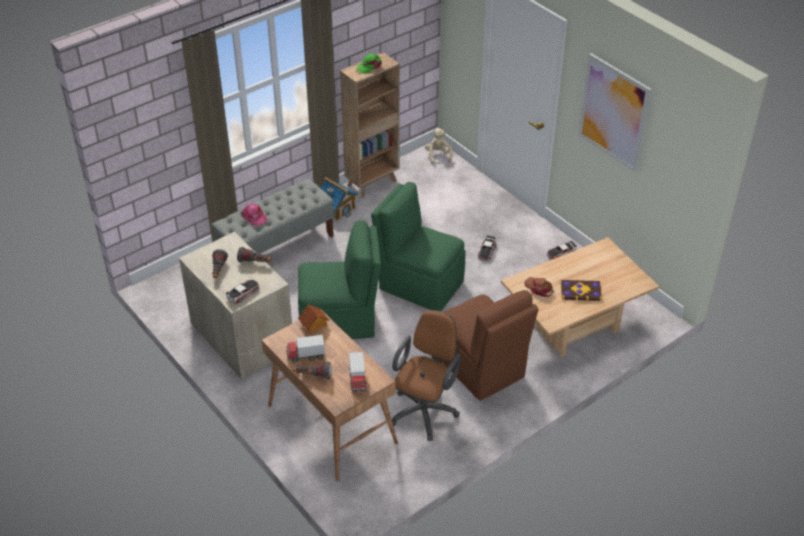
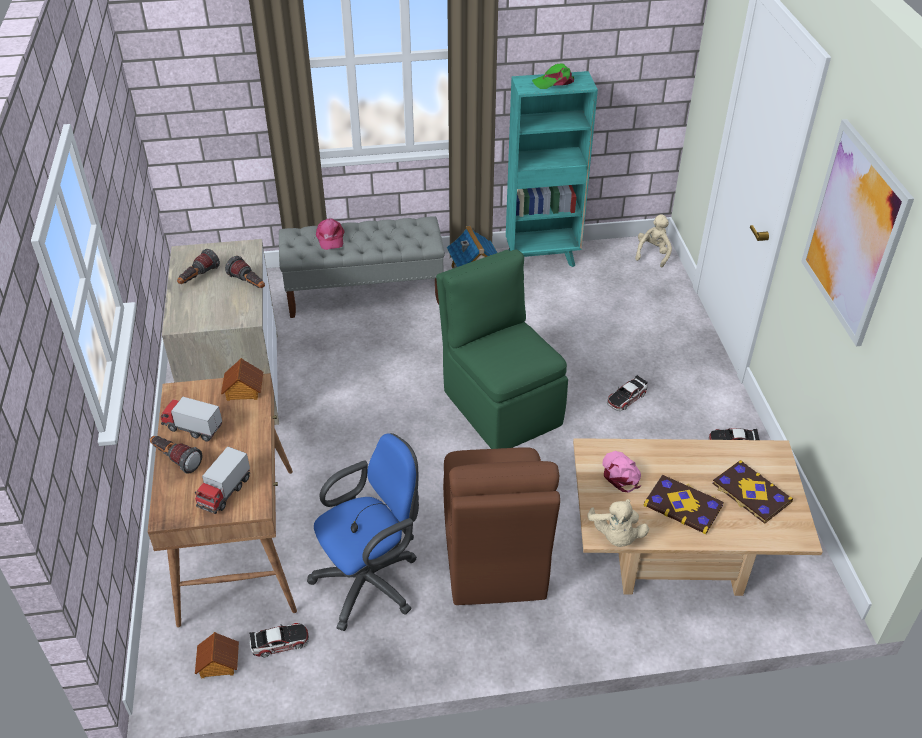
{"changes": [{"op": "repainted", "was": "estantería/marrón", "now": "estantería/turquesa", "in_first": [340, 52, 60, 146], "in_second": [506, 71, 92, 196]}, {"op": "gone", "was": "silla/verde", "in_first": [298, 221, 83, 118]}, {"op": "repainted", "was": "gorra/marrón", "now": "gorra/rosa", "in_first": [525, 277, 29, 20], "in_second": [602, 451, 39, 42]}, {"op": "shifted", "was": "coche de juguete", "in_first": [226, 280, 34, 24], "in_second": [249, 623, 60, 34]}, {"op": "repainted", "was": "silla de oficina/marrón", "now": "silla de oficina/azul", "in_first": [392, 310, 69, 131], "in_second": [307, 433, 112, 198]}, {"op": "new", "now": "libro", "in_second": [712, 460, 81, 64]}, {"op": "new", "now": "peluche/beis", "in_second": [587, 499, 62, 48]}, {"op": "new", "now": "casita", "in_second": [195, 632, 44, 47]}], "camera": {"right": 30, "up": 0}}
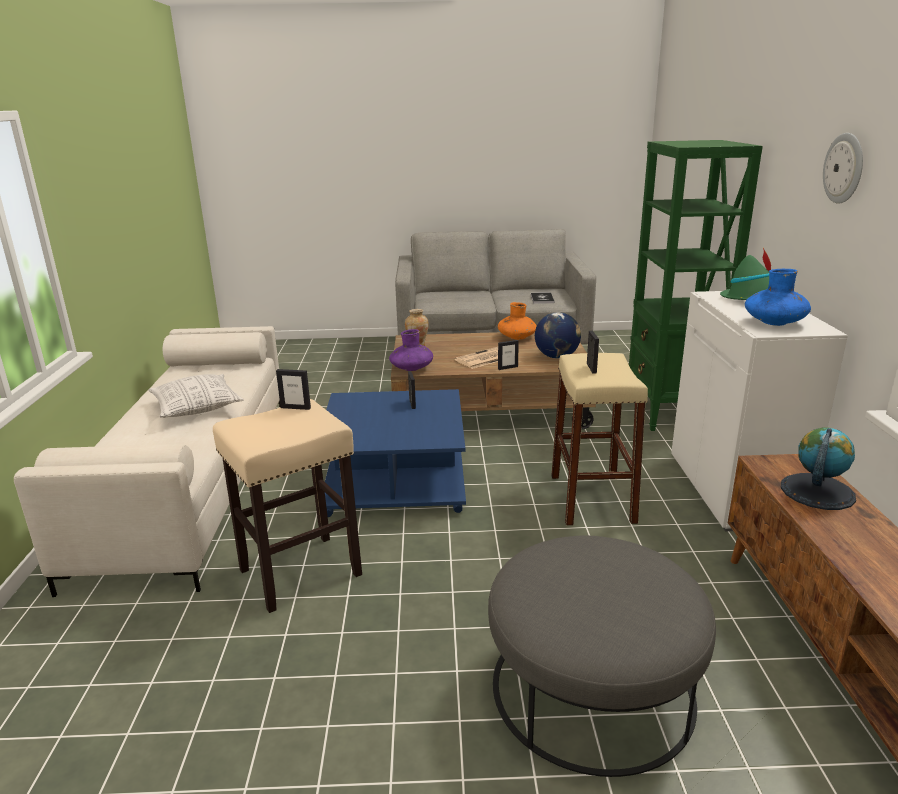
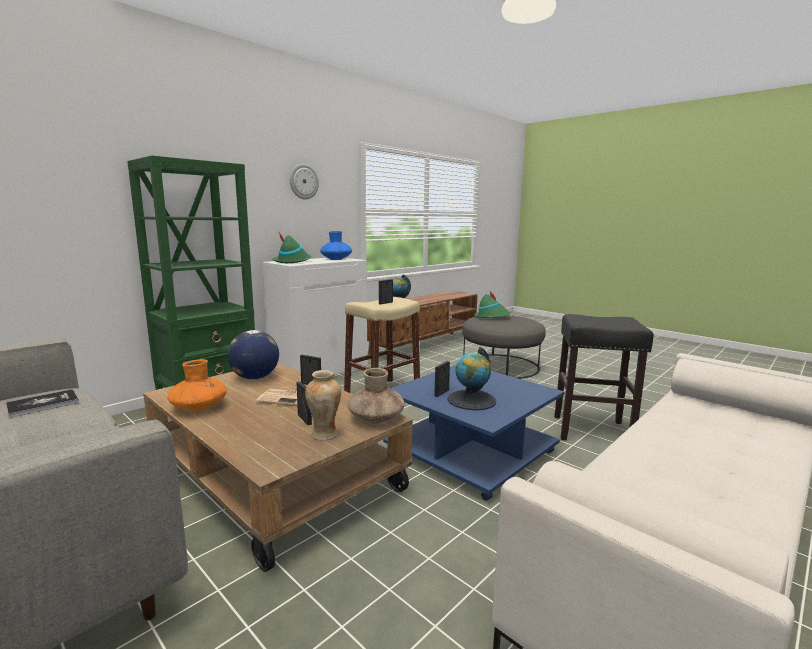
{"changes": [{"op": "repainted", "was": "florero/morado", "now": "florero/marrón", "in_first": [389, 329, 44, 42], "in_second": [348, 368, 57, 55]}, {"op": "shifted", "was": "portarretratos", "in_first": [276, 369, 35, 41], "in_second": [297, 382, 15, 43]}, {"op": "gone", "was": "cojín", "in_first": [148, 374, 96, 44]}, {"op": "repainted", "was": "taburete/beis", "now": "taburete/negro", "in_first": [213, 399, 149, 214], "in_second": [554, 314, 100, 126]}, {"op": "new", "now": "sombrero/verde", "in_second": [474, 291, 38, 27]}, {"op": "new", "now": "globo terráqueo", "in_second": [447, 347, 49, 63]}], "camera": {"right": -135, "up": -10}}
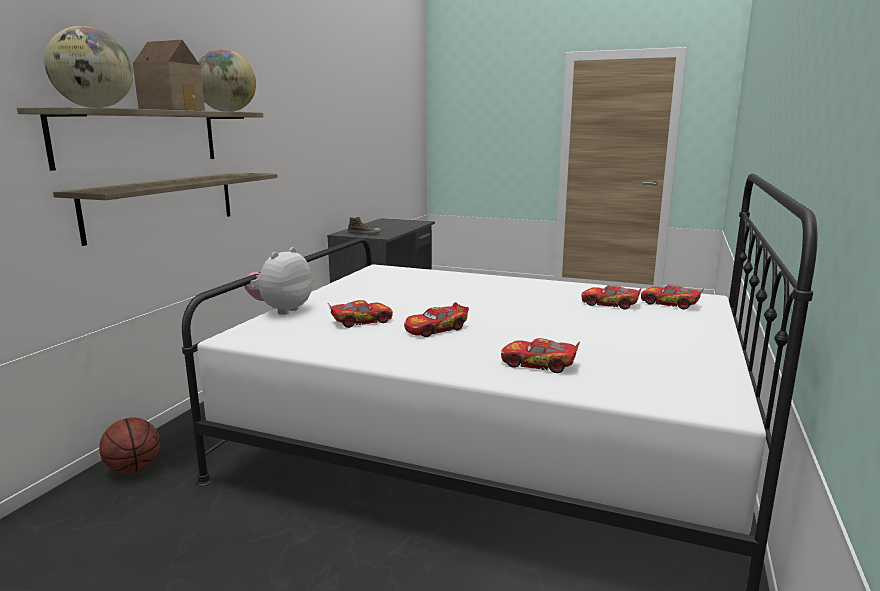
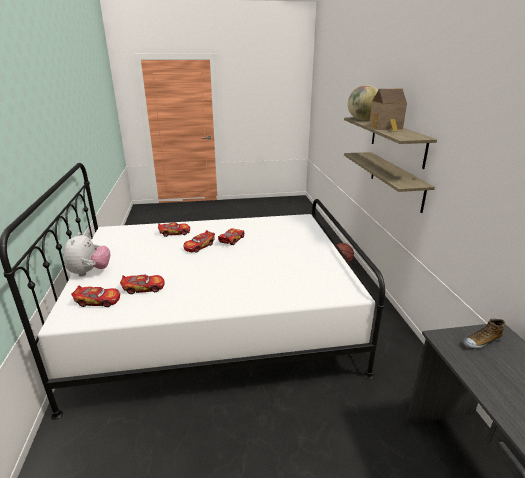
{"changes": [{"op": "gone", "was": "globo terráqueo", "in_first": [198, 49, 58, 63]}, {"op": "shifted", "was": "peluche", "in_first": [244, 247, 68, 68], "in_second": [64, 232, 46, 45]}, {"op": "shifted", "was": "coche de juguete", "in_first": [328, 300, 65, 28], "in_second": [184, 230, 31, 23]}], "camera": {"right": 150, "up": 10}}
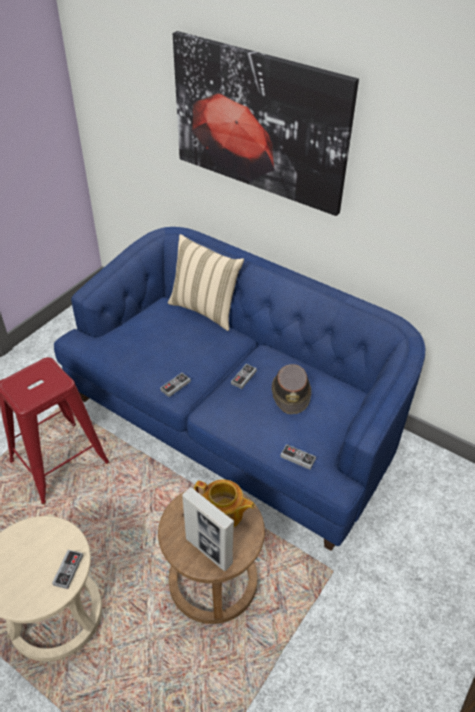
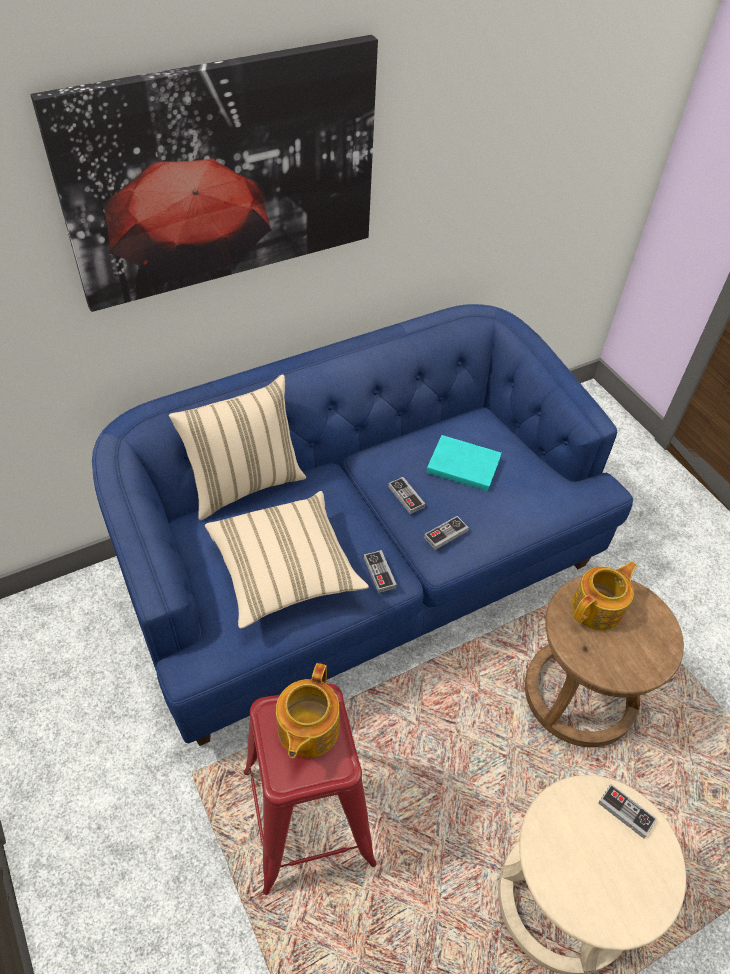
{"changes": [{"op": "swapped", "was": "sombrero/marrón", "now": "libro/turquesa", "in_first": [272, 364, 39, 50], "in_second": [426, 435, 76, 56]}, {"op": "shifted", "was": "mando de consola", "in_first": [280, 444, 36, 26], "in_second": [424, 516, 45, 34]}, {"op": "gone", "was": "portarretratos", "in_first": [182, 487, 52, 84]}, {"op": "new", "now": "cojín/beis", "in_second": [205, 491, 164, 138]}, {"op": "new", "now": "tetera", "in_second": [276, 663, 64, 95]}], "camera": {"right": -65, "up": 5}}
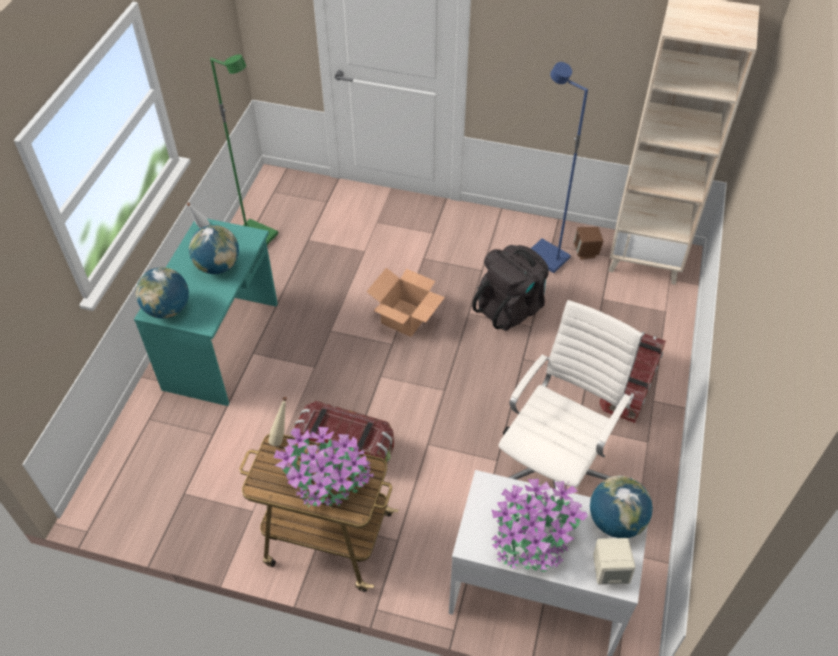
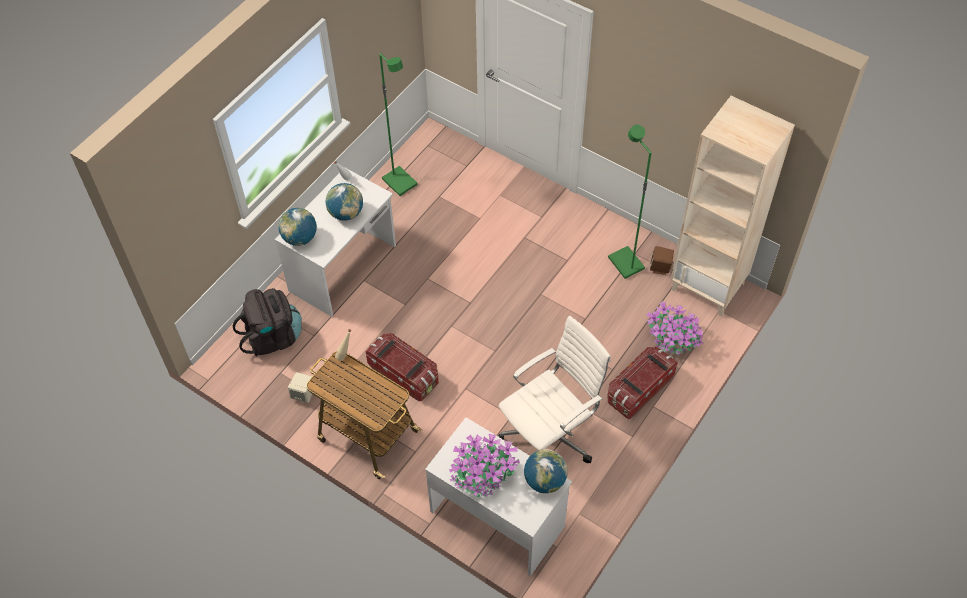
{"changes": [{"op": "repainted", "was": "lámpara de pie/azul", "now": "lámpara de pie/verde", "in_first": [531, 62, 57, 211], "in_second": [608, 125, 44, 154]}, {"op": "repainted", "was": "escritorio/turquesa", "now": "escritorio/blanco", "in_first": [134, 219, 144, 187], "in_second": [275, 168, 121, 149]}, {"op": "shifted", "was": "mochila/negro", "in_first": [472, 245, 77, 86], "in_second": [233, 288, 69, 68]}, {"op": "gone", "was": "caja de cartón", "in_first": [366, 268, 79, 69]}, {"op": "shifted", "was": "planta en maceta", "in_first": [274, 427, 100, 80], "in_second": [646, 301, 58, 54]}, {"op": "shifted", "was": "altavoz/beis", "in_first": [593, 538, 42, 47], "in_second": [288, 372, 26, 31]}], "camera": {"right": 20, "up": 5}}
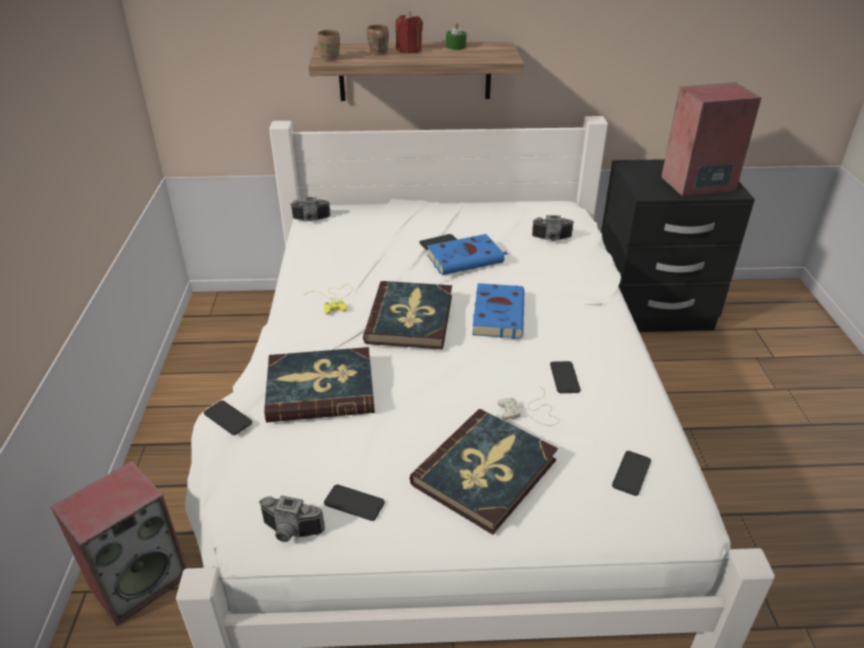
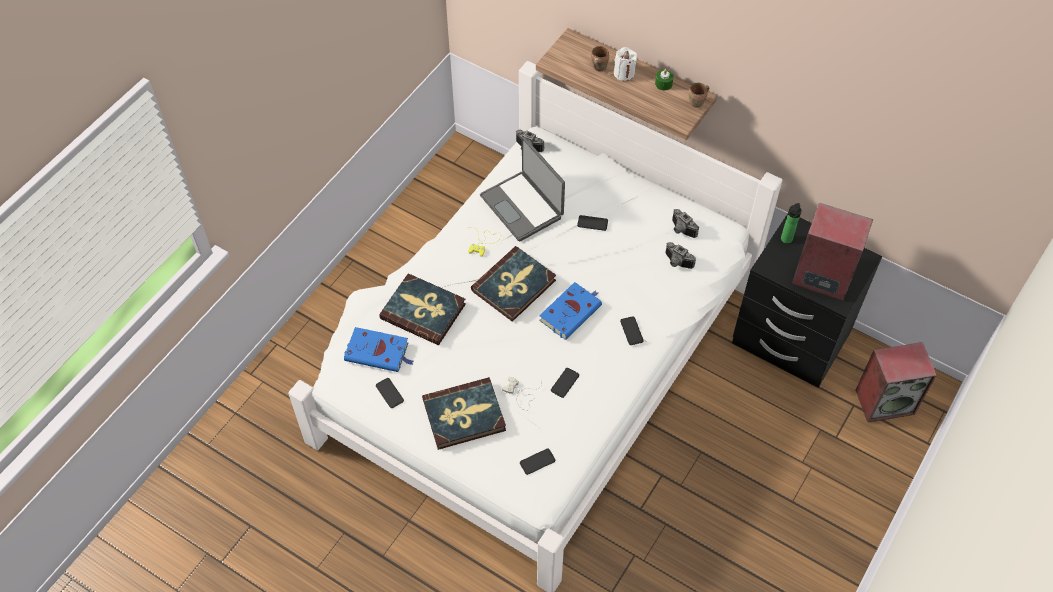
{"changes": [{"op": "repainted", "was": "vela/rojo", "now": "vela/blanco", "in_first": [396, 11, 27, 43], "in_second": [614, 47, 23, 34]}, {"op": "shifted", "was": "taza grande/marrón", "in_first": [317, 30, 23, 31], "in_second": [688, 82, 21, 26]}, {"op": "shifted", "was": "libro/azul", "in_first": [427, 234, 81, 41], "in_second": [344, 327, 70, 45]}, {"op": "shifted", "was": "móvil", "in_first": [204, 400, 48, 35], "in_second": [620, 316, 24, 29]}, {"op": "shifted", "was": "altavoz", "in_first": [51, 461, 136, 165], "in_second": [855, 342, 82, 80]}, {"op": "shifted", "was": "cámara", "in_first": [259, 495, 66, 47], "in_second": [672, 209, 27, 29]}, {"op": "new", "now": "portátil", "in_second": [480, 137, 85, 105]}, {"op": "new", "now": "botella", "in_second": [781, 203, 21, 41]}], "camera": {"right": 35, "up": 20}}
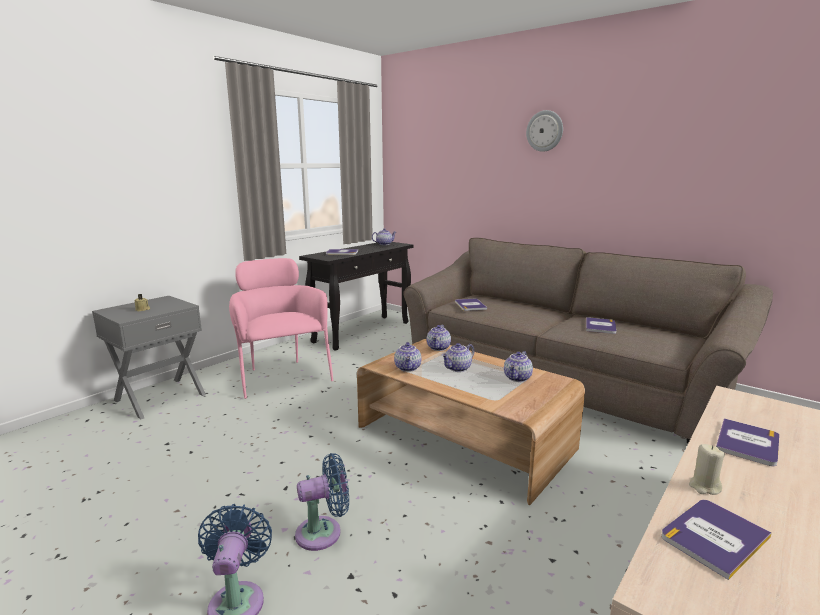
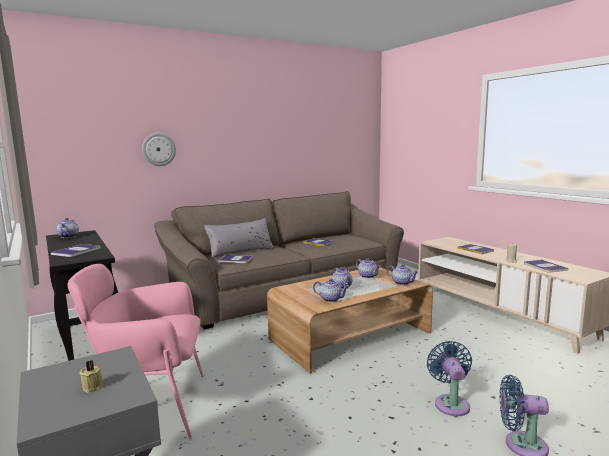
{"changes": [{"op": "shifted", "was": "reloj de pared", "in_first": [526, 110, 37, 42], "in_second": [142, 133, 34, 33]}, {"op": "shifted", "was": "tetera", "in_first": [427, 325, 24, 26], "in_second": [387, 264, 31, 21]}, {"op": "new", "now": "cojín/gris", "in_second": [204, 218, 70, 40]}], "camera": {"right": -70, "up": -5}}
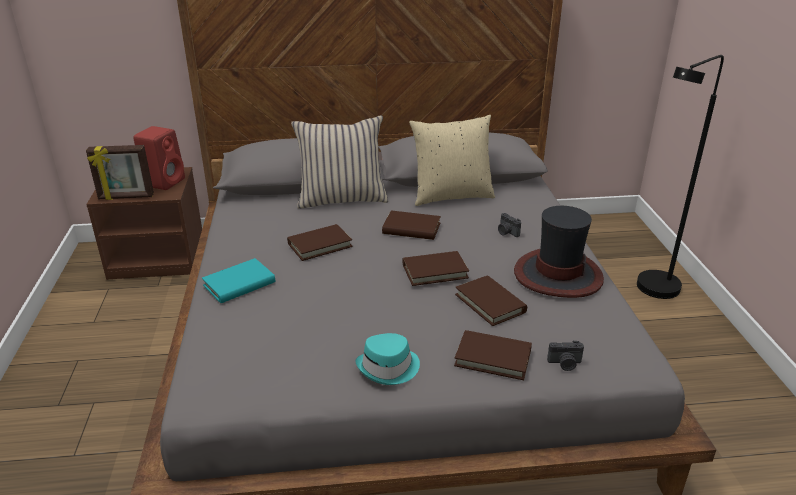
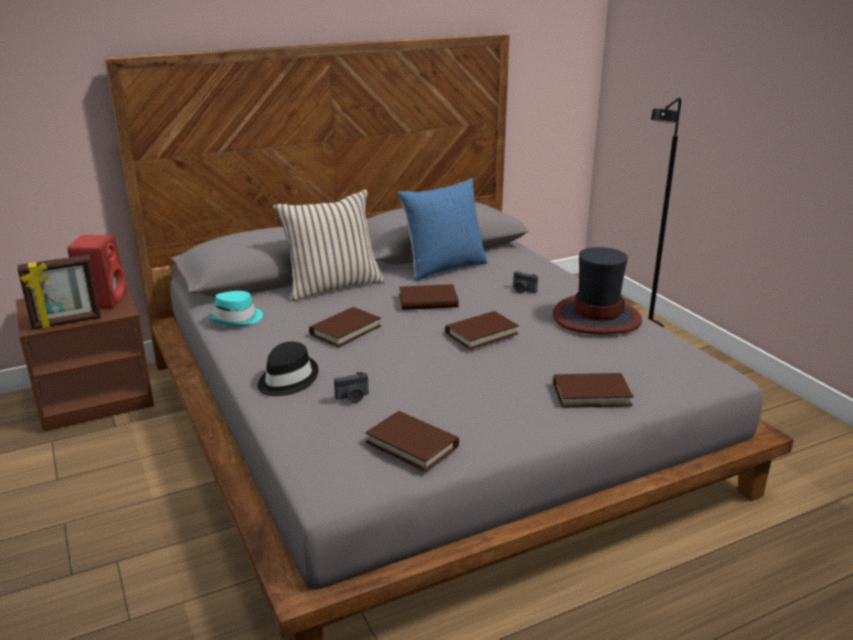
{"changes": [{"op": "repainted", "was": "cojín/beis", "now": "cojín/azul", "in_first": [409, 115, 86, 91], "in_second": [398, 178, 90, 103]}, {"op": "swapped", "was": "libro/turquesa", "now": "sombrero/negro", "in_first": [202, 258, 73, 45], "in_second": [258, 342, 60, 54]}, {"op": "shifted", "was": "libro/marrón", "in_first": [455, 275, 72, 51], "in_second": [365, 411, 94, 61]}, {"op": "shifted", "was": "sombrero/turquesa", "in_first": [355, 333, 65, 52], "in_second": [209, 291, 54, 36]}, {"op": "shifted", "was": "cámara", "in_first": [547, 341, 37, 30], "in_second": [334, 372, 35, 31]}], "camera": {"right": -20, "up": -5}}
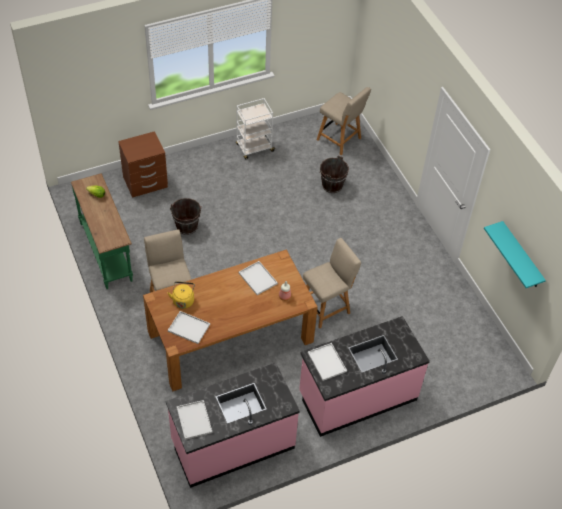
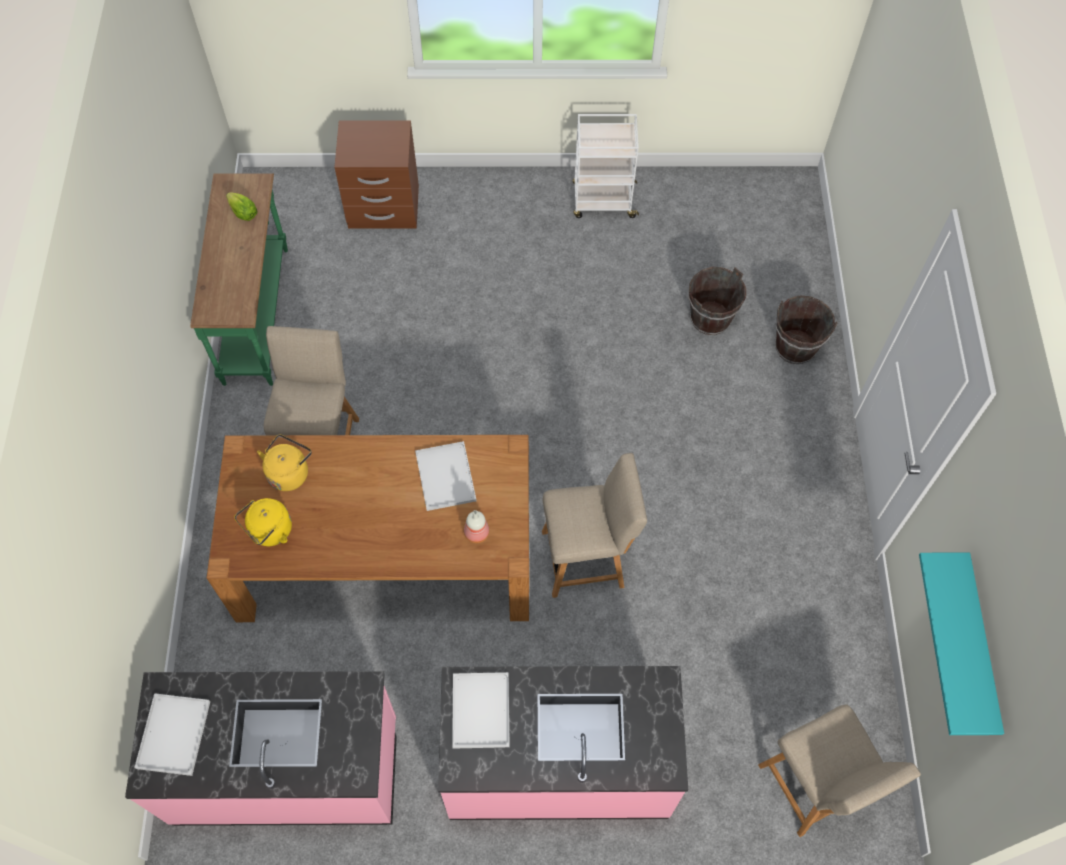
{"changes": [{"op": "shifted", "was": "silla/beis", "in_first": [317, 87, 54, 68], "in_second": [758, 704, 163, 133]}, {"op": "shifted", "was": "cubo/marrón", "in_first": [170, 198, 31, 37], "in_second": [776, 296, 62, 68]}, {"op": "swapped", "was": "bandeja/blanco", "now": "hervidor/amarillo", "in_first": [168, 311, 42, 33], "in_second": [234, 498, 58, 48]}], "camera": {"right": 25, "up": 10}}
